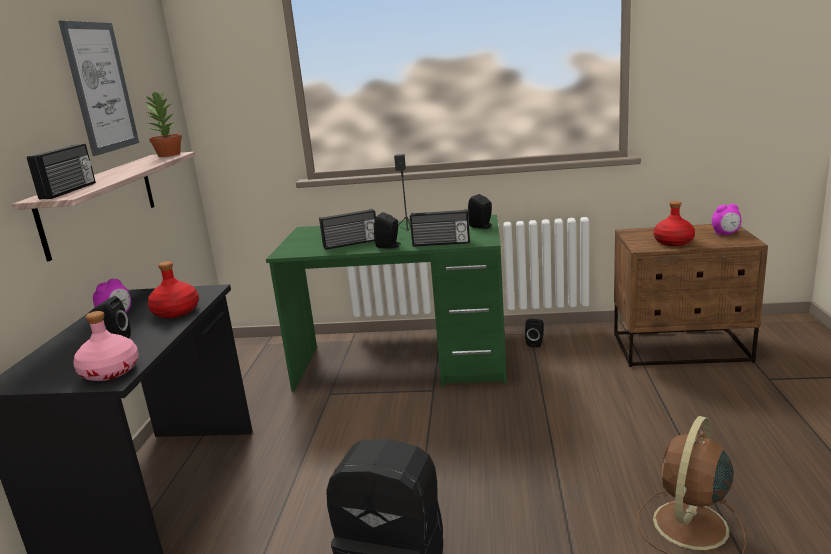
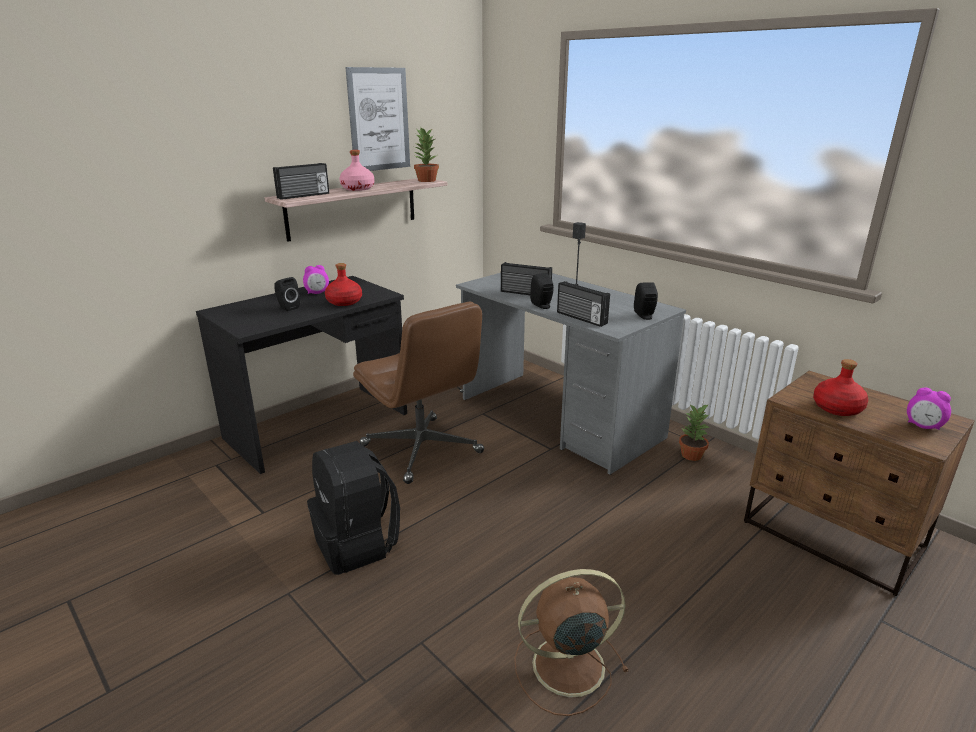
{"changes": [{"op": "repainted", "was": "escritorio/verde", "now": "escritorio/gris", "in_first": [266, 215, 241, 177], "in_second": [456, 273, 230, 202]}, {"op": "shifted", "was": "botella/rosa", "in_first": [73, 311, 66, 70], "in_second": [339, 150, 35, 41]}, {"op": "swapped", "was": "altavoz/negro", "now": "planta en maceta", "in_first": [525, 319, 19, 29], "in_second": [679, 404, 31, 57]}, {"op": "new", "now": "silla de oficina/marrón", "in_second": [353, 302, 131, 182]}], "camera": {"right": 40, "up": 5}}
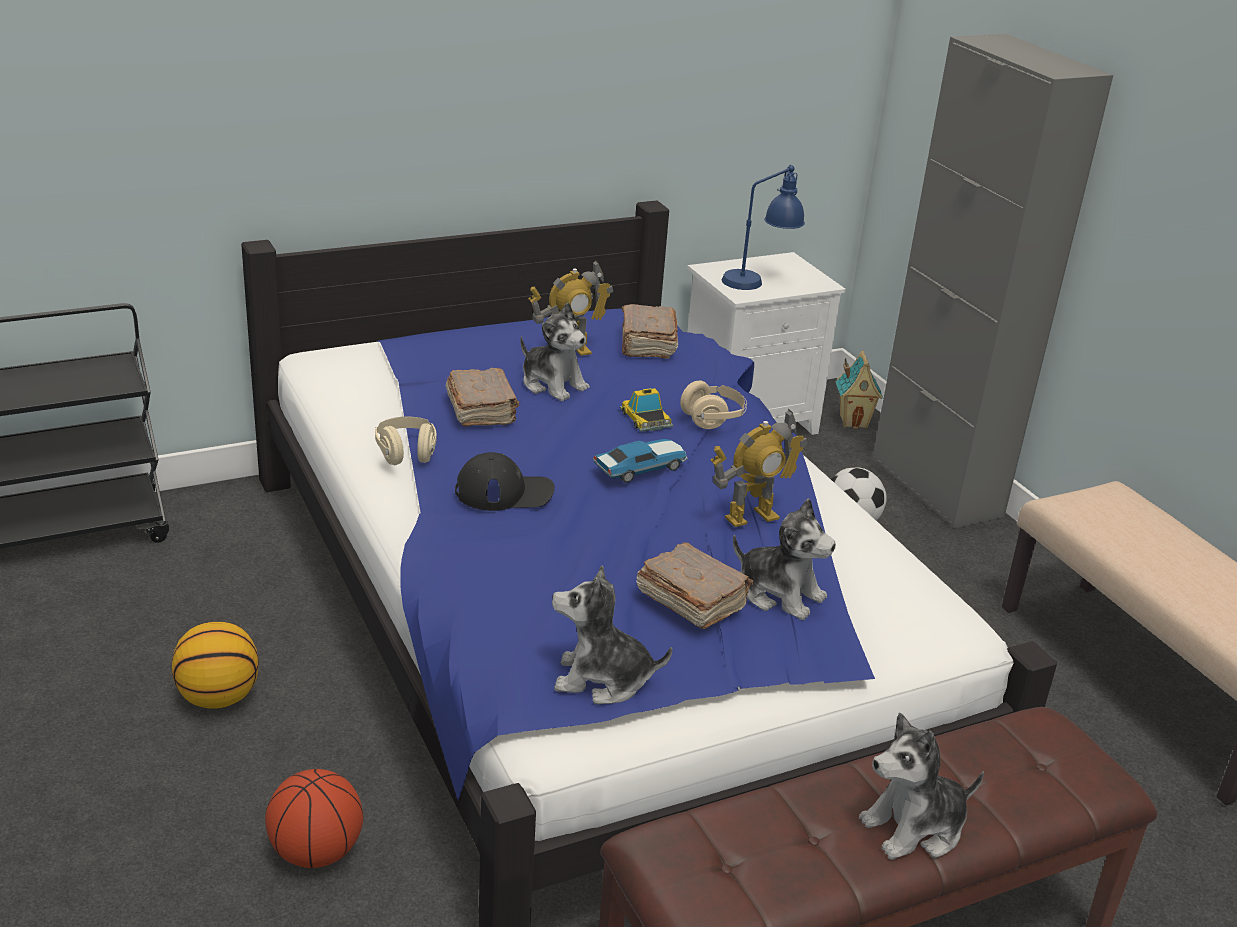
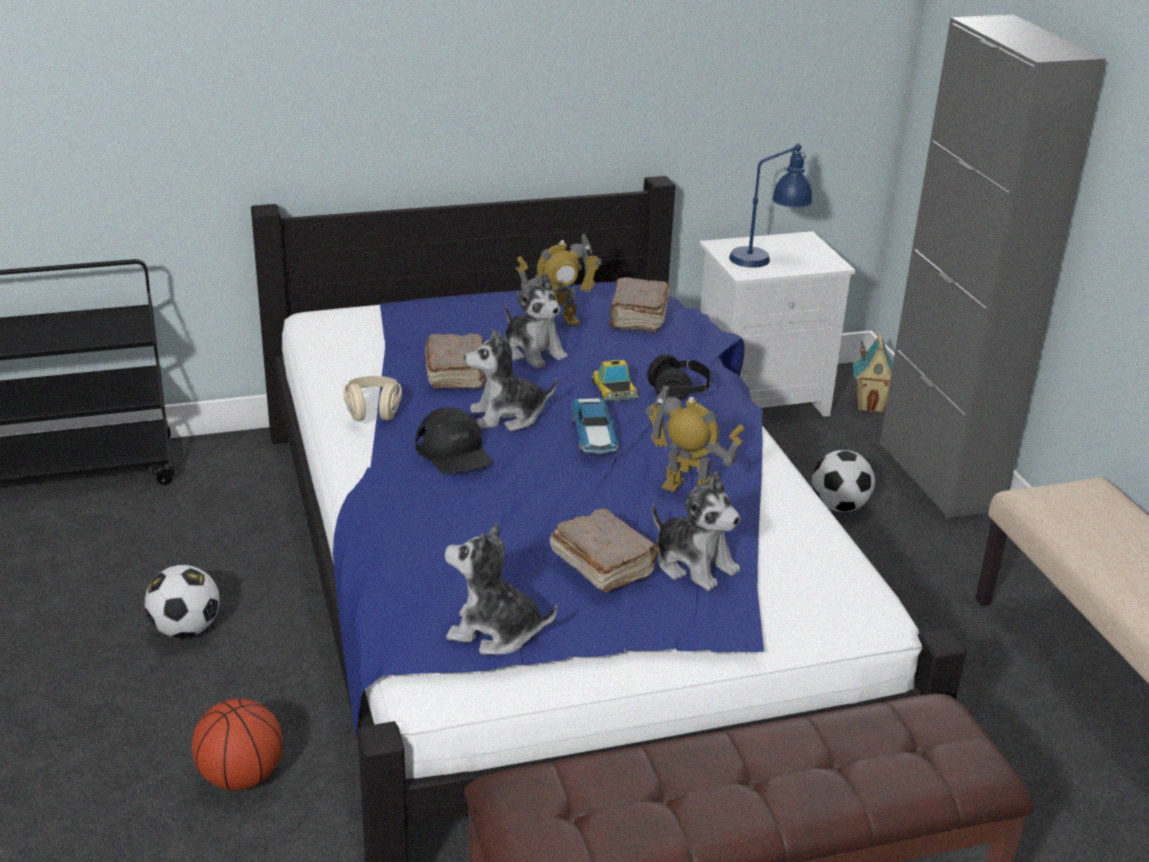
{"changes": [{"op": "repainted", "was": "auriculares/beis", "now": "auriculares/negro", "in_first": [680, 381, 67, 48], "in_second": [647, 354, 66, 46]}, {"op": "rotated", "was": "robot de juguete", "in_first": [711, 409, 96, 118], "in_second": [645, 384, 99, 108], "clockwise": -135}, {"op": "rotated", "was": "coche de juguete", "in_first": [593, 439, 95, 44], "in_second": [571, 398, 48, 57], "clockwise": 105}, {"op": "rotated", "was": "gorra/negro", "in_first": [455, 452, 100, 59], "in_second": [415, 407, 78, 67], "clockwise": 60}, {"op": "swapped", "was": "balón de baloncesto", "now": "balón de fútbol", "in_first": [172, 622, 87, 87], "in_second": [144, 565, 75, 73]}, {"op": "shifted", "was": "peluche", "in_first": [859, 713, 125, 147], "in_second": [464, 329, 93, 102]}], "camera": {"right": 10, "up": 0}}
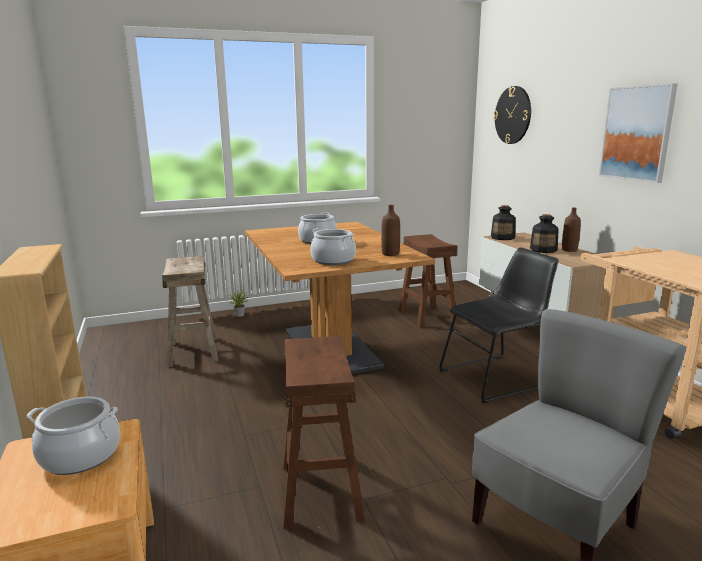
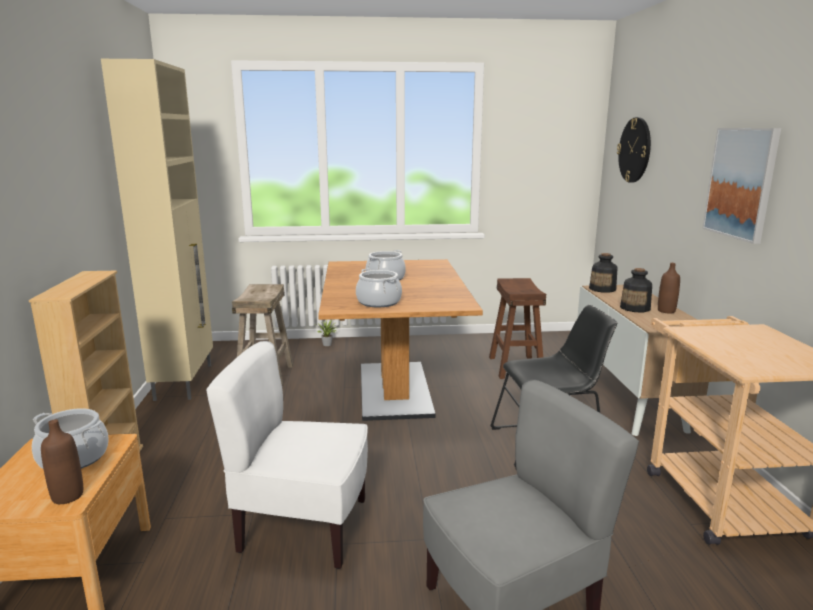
{"changes": [{"op": "shifted", "was": "botella/marrón", "in_first": [381, 205, 19, 51], "in_second": [41, 419, 42, 85]}, {"op": "swapped", "was": "taburete/marrón", "now": "silla/blanco", "in_first": [283, 336, 82, 193], "in_second": [206, 341, 162, 228]}, {"op": "new", "now": "armario/beis", "in_second": [101, 59, 112, 342]}], "camera": {"right": 15, "up": 0}}
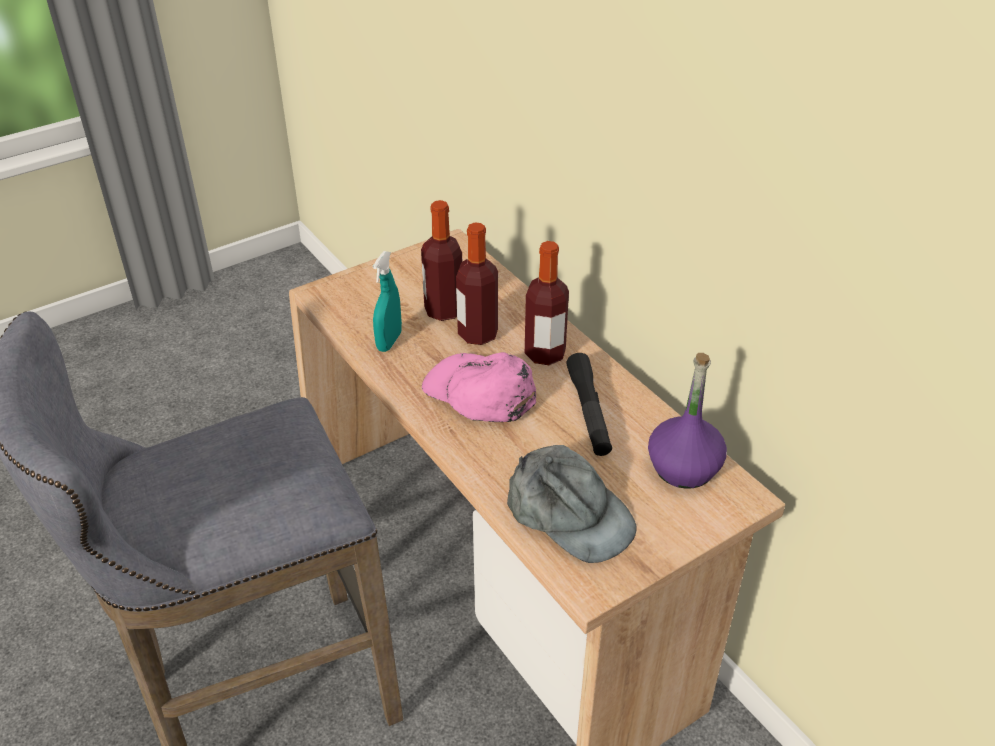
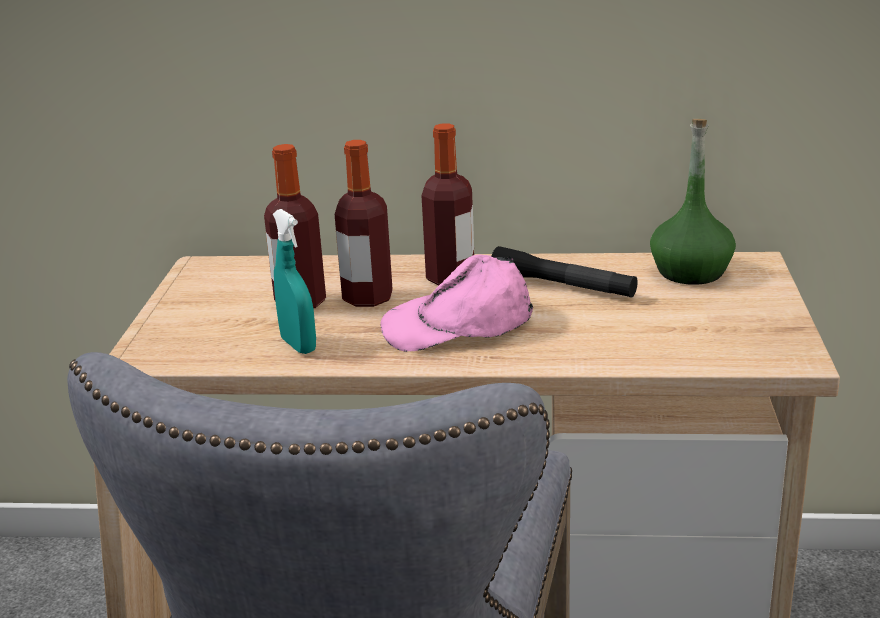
{"changes": [{"op": "repainted", "was": "botella/morado", "now": "botella/verde", "in_first": [648, 353, 79, 136], "in_second": [650, 119, 86, 166]}, {"op": "gone", "was": "gorra/gris", "in_first": [507, 445, 130, 118]}], "camera": {"right": -50, "up": -15}}
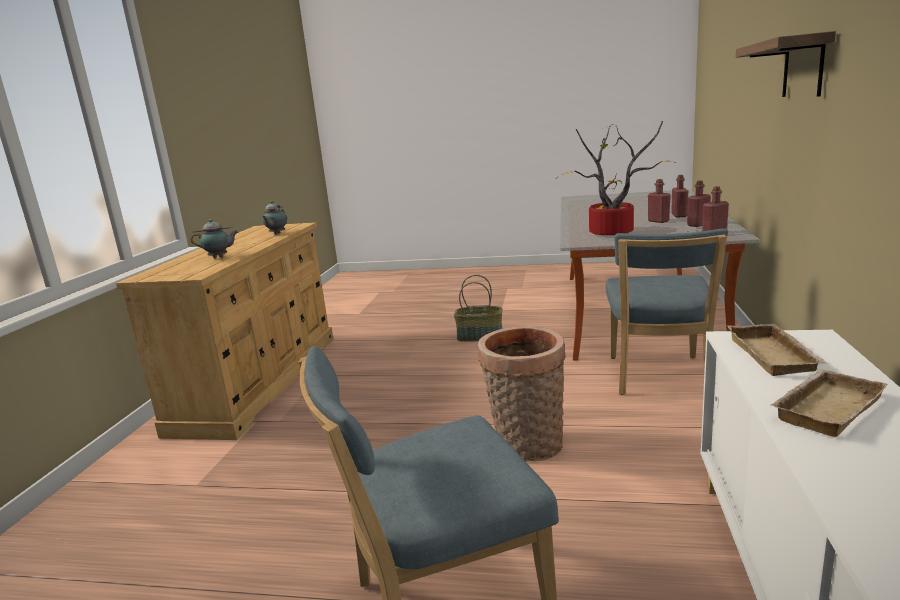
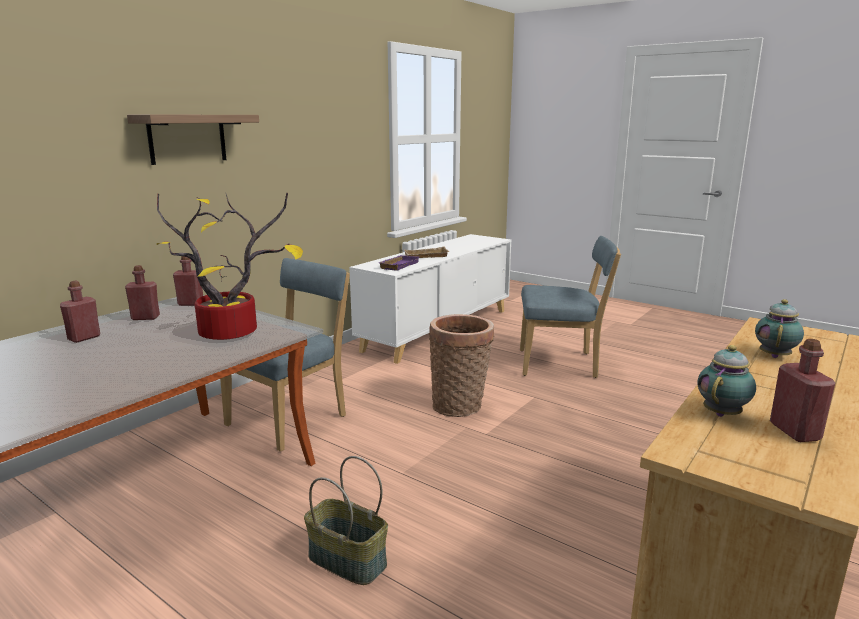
{"changes": [{"op": "shifted", "was": "botella/rojo", "in_first": [648, 179, 23, 44], "in_second": [770, 339, 65, 103]}, {"op": "rotated", "was": "tetera", "in_first": [190, 219, 49, 39], "in_second": [755, 299, 49, 59], "clockwise": 105}, {"op": "repainted", "was": "bandeja/beis", "now": "bandeja/morado", "in_first": [727, 324, 101, 52], "in_second": [379, 255, 40, 16]}], "camera": {"right": -155, "up": 0}}
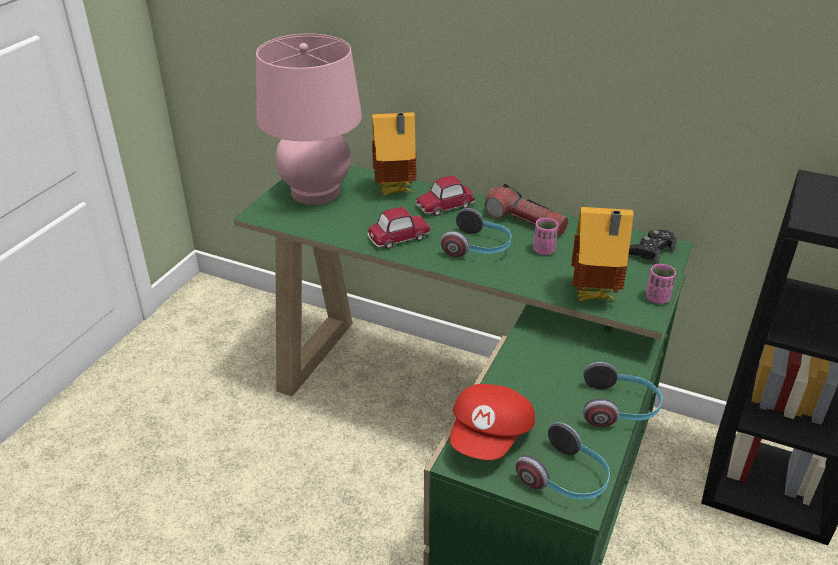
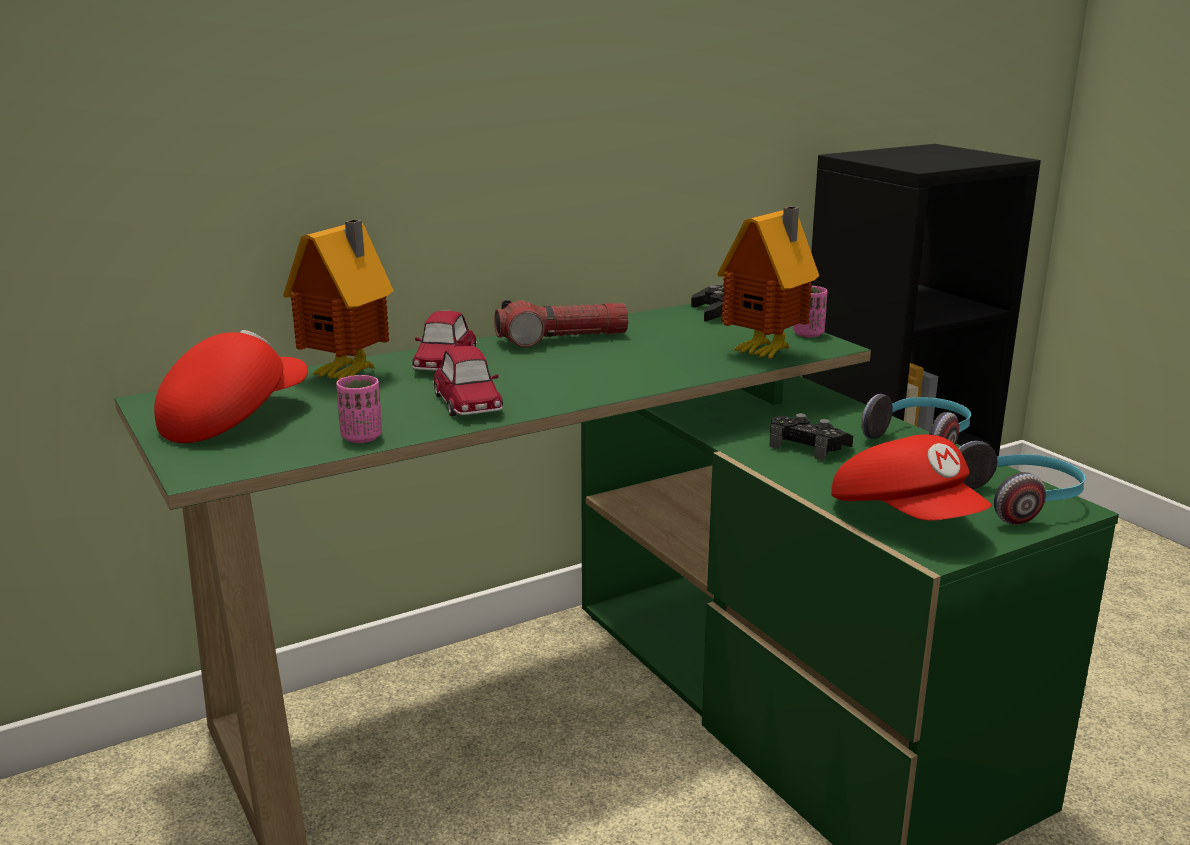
{"changes": [{"op": "swapped", "was": "lámpara de mesa/rosa", "now": "gorra/rojo", "in_first": [256, 34, 106, 171], "in_second": [154, 330, 154, 113]}, {"op": "rotated", "was": "coche de juguete", "in_first": [367, 207, 64, 42], "in_second": [433, 346, 70, 70], "clockwise": 150}, {"op": "gone", "was": "auriculares", "in_first": [441, 208, 71, 49]}, {"op": "shifted", "was": "taza/rosa", "in_first": [533, 218, 25, 37], "in_second": [336, 375, 46, 68]}, {"op": "new", "now": "mando de consola/negro", "in_second": [769, 413, 84, 48]}], "camera": {"right": -55, "up": -15}}
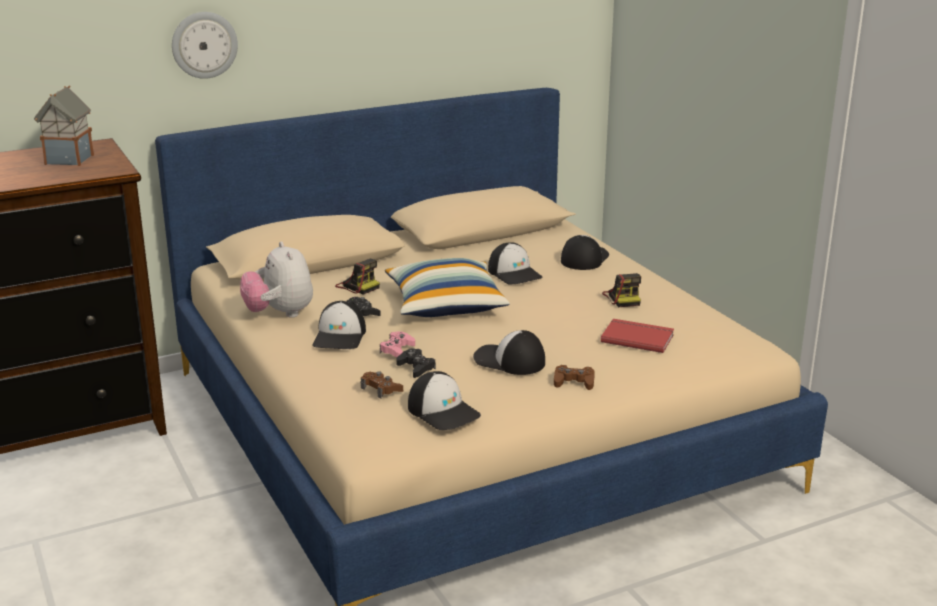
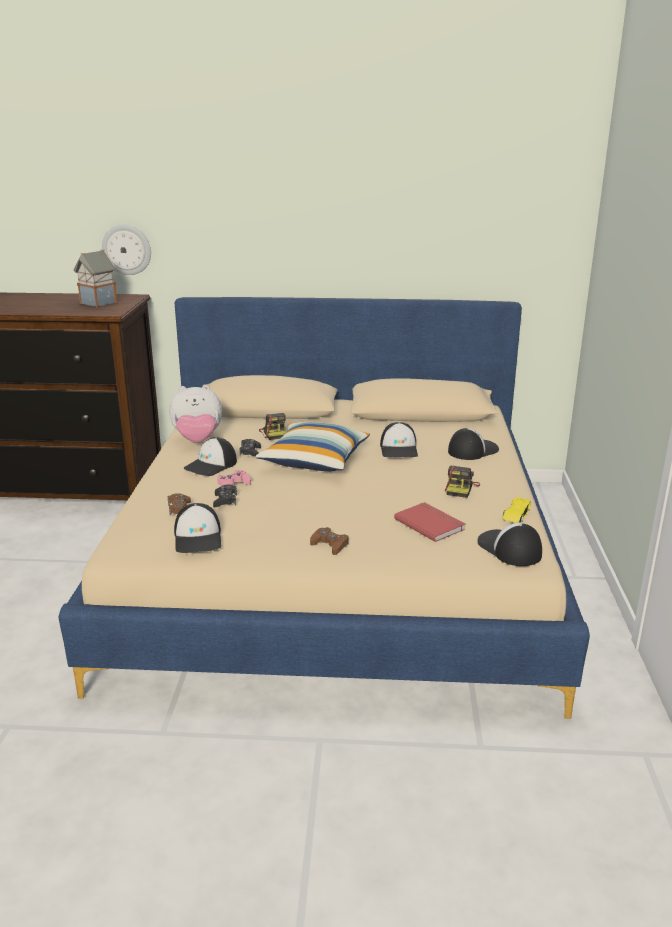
{"changes": [{"op": "shifted", "was": "reloj de pared", "in_first": [172, 12, 66, 67], "in_second": [102, 225, 49, 50]}, {"op": "rotated", "was": "peluche", "in_first": [240, 241, 73, 77], "in_second": [169, 385, 53, 58], "clockwise": -105}, {"op": "shifted", "was": "gorra", "in_first": [473, 330, 72, 45], "in_second": [477, 523, 65, 43]}, {"op": "new", "now": "coche de juguete/amarillo", "in_second": [502, 497, 29, 26]}], "camera": {"right": 30, "up": 0}}
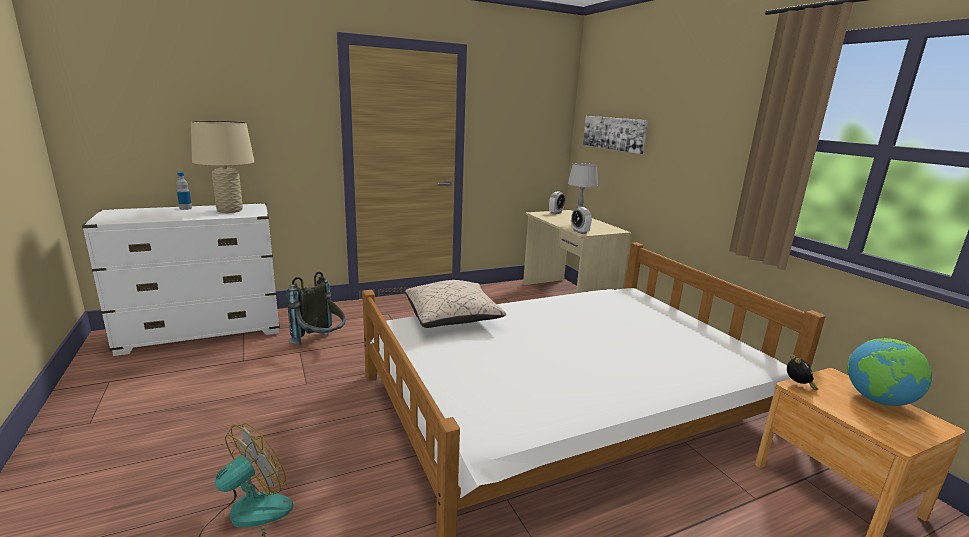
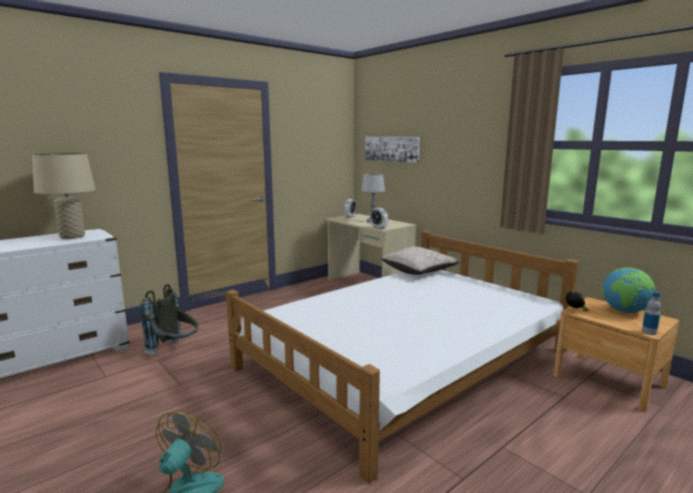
{"changes": [{"op": "shifted", "was": "botella", "in_first": [176, 172, 16, 38], "in_second": [642, 291, 19, 44]}, {"op": "shifted", "was": "cojín/beis", "in_first": [405, 280, 101, 48], "in_second": [382, 247, 78, 28]}], "camera": {"right": -15, "up": -5}}
